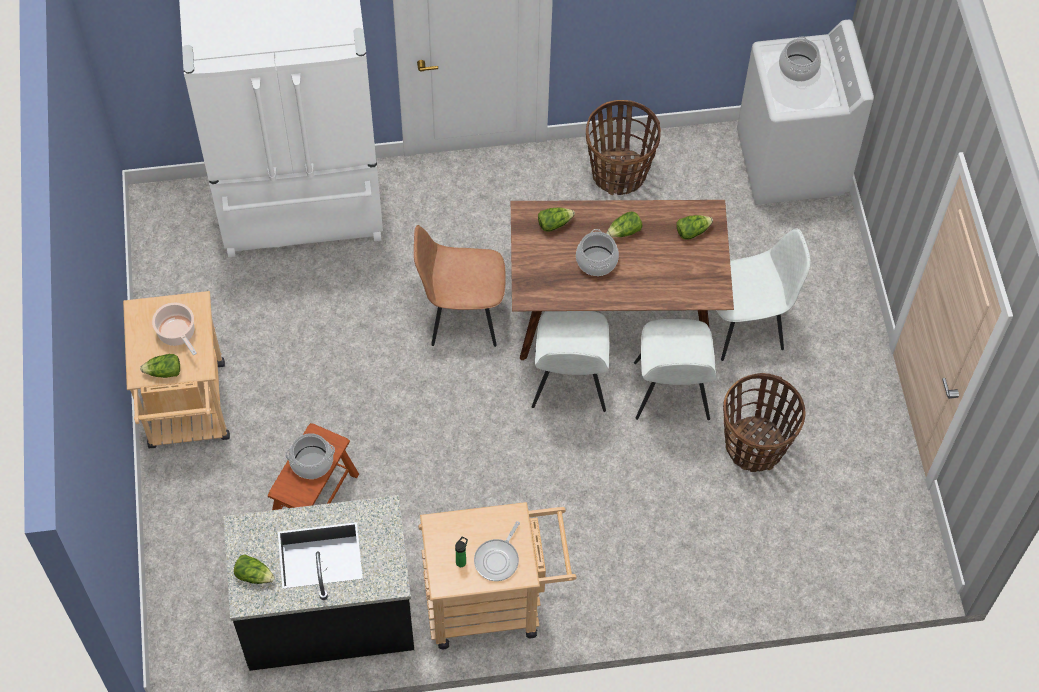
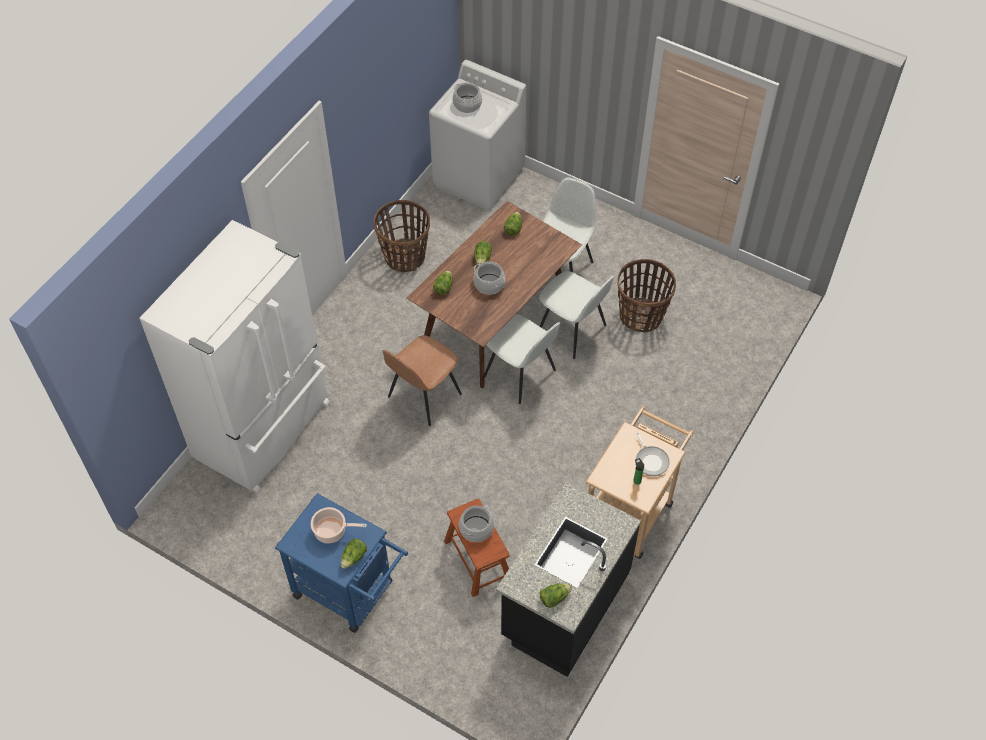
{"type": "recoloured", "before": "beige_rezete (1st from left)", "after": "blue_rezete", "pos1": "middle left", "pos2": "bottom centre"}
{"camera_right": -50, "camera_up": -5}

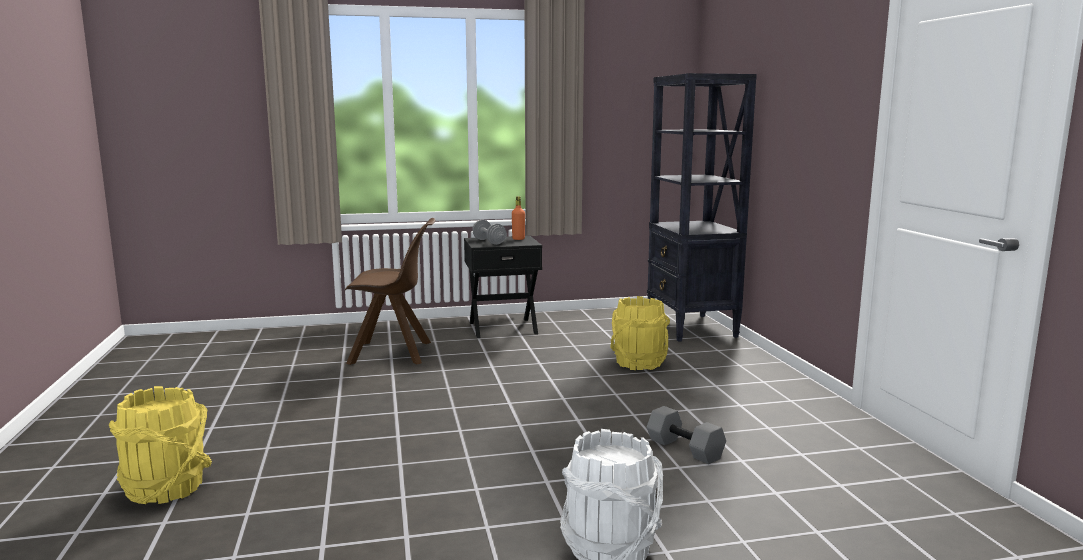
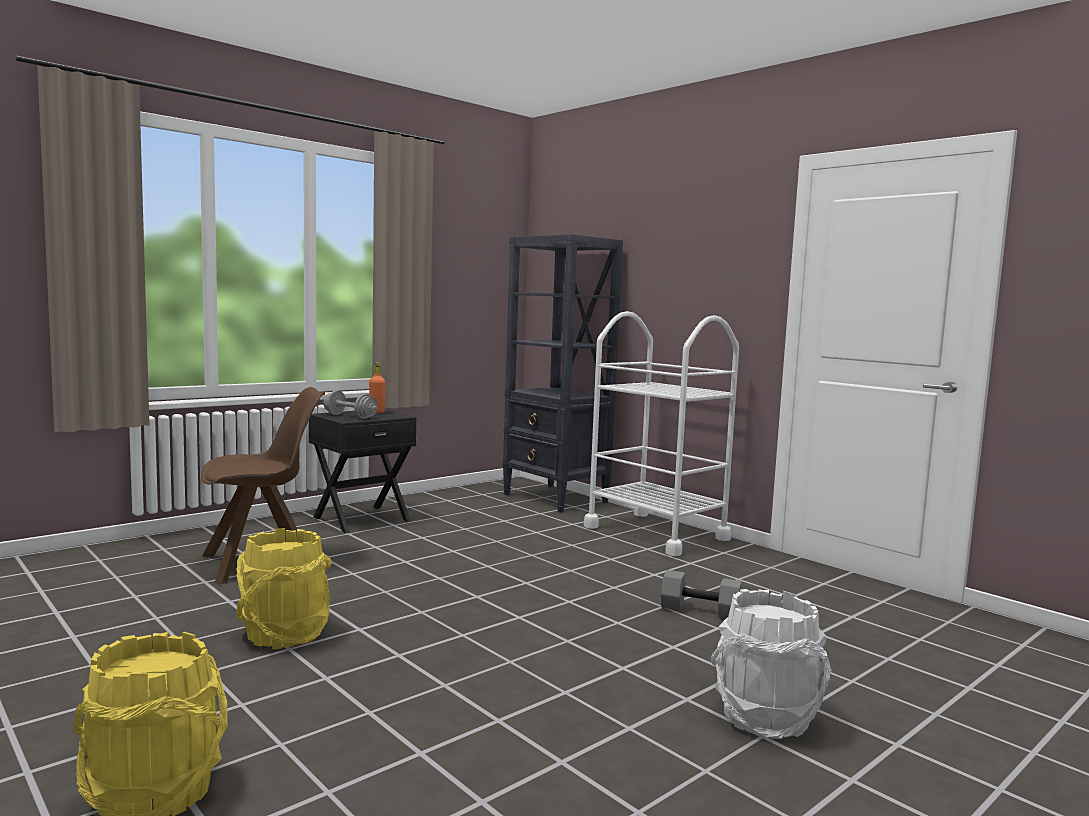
{"type": "moved", "before": "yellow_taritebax (2nd from left)", "pos1": "centre", "pos2": "bottom left"}
{"type": "added", "after": "white_rezete", "pos2": "centre"}
{"camera_right": -30, "camera_up": -5}

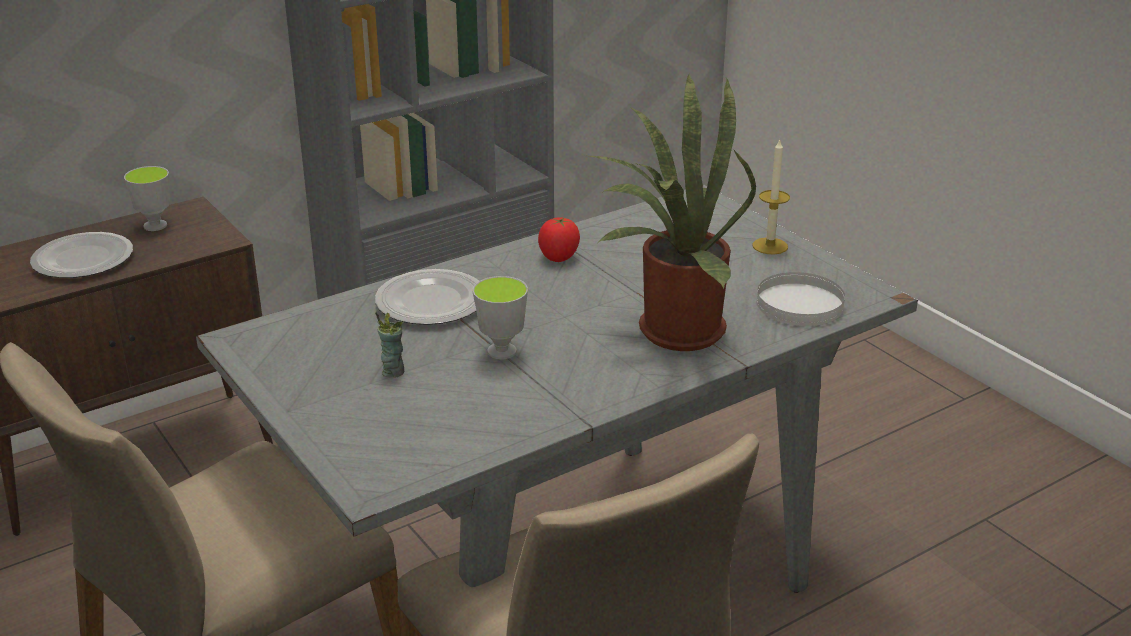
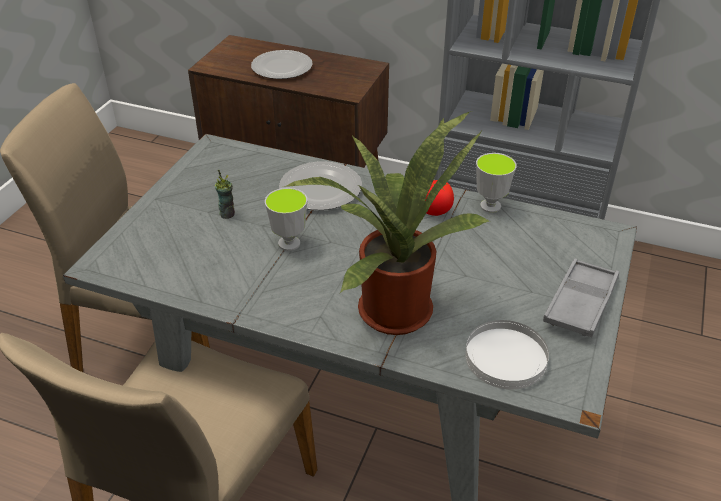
{"type": "moved", "before": "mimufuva (1st from left in the first image)", "after": "mimufuva (3rd from left)", "pos1": "top left", "pos2": "middle right"}
{"type": "replaced", "before": "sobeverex", "after": "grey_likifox", "pos1": "top right", "pos2": "middle right"}
{"camera_right": 55, "camera_up": 10}

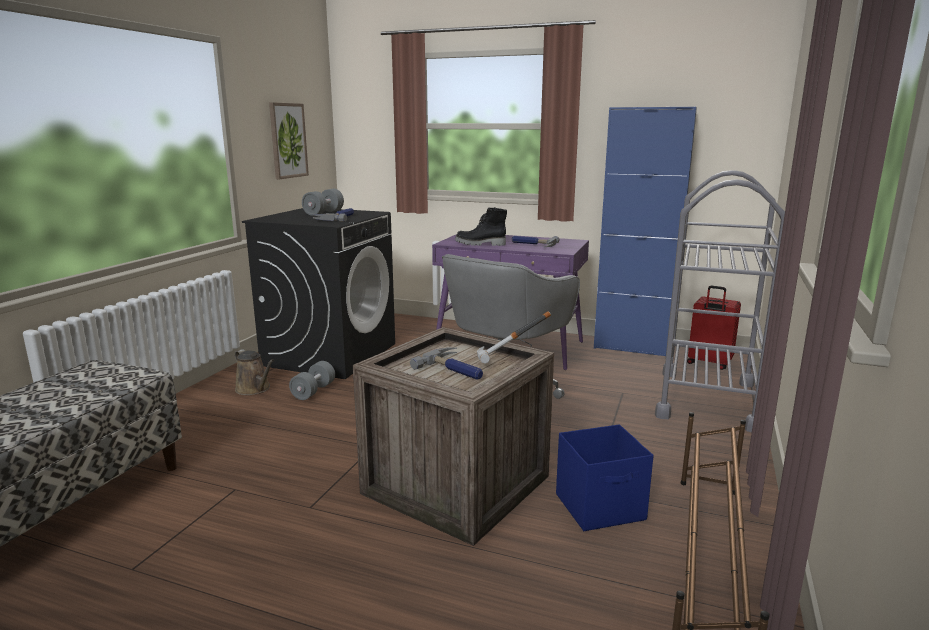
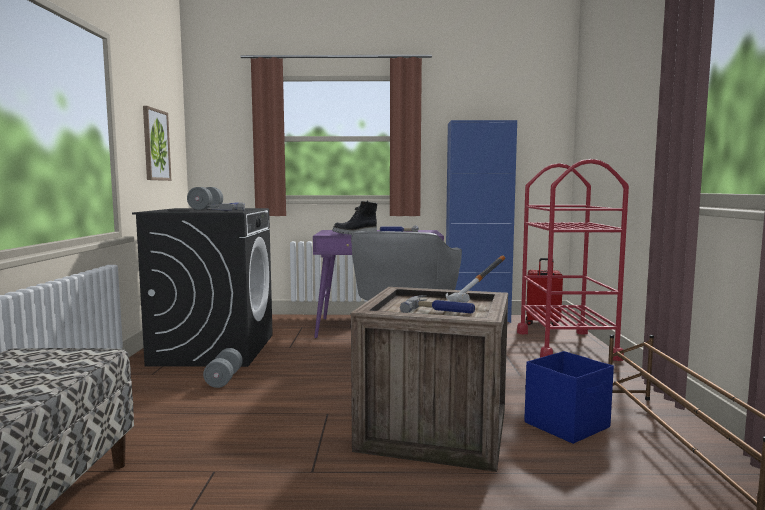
{"type": "removed", "before": "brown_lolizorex", "pos1": "middle left"}
{"type": "recoloured", "before": "grey_rezete", "after": "red_rezete", "pos1": "middle right", "pos2": "middle right"}
{"camera_right": -20, "camera_up": -10}

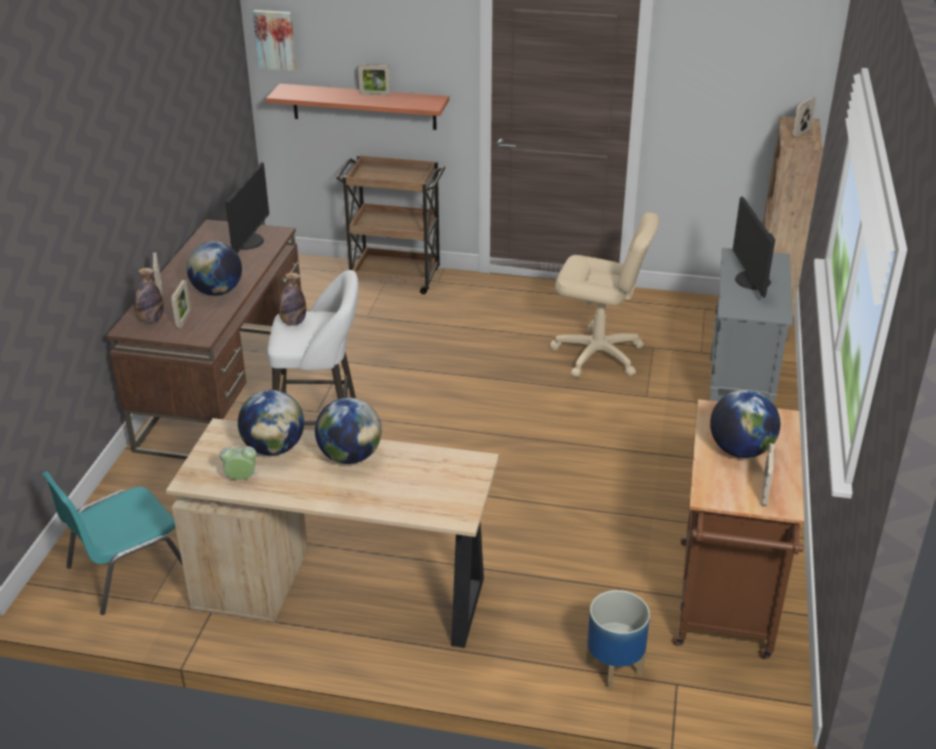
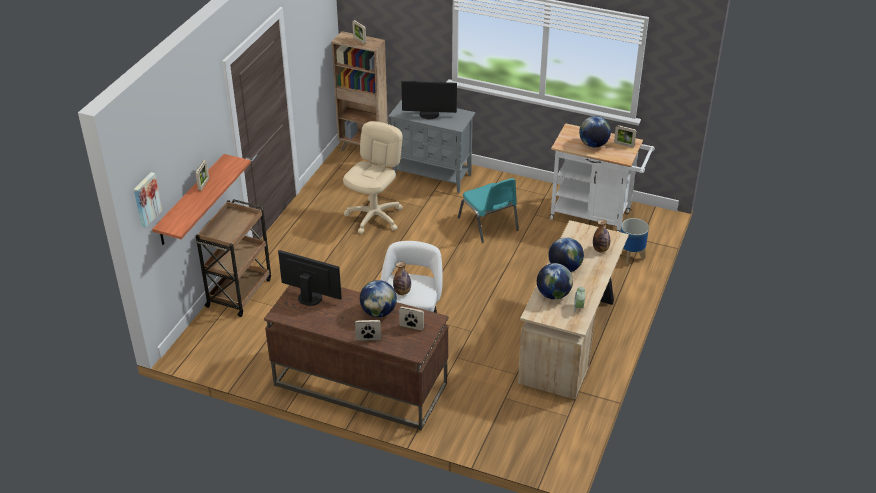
{"type": "moved", "before": "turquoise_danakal", "pos1": "bottom left", "pos2": "centre"}
{"type": "moved", "before": "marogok (1st from left in the first image)", "after": "marogok (2nd from left)", "pos1": "middle left", "pos2": "middle right"}
{"type": "recoloured", "before": "brown_rezete (2nd from left)", "after": "white_rezete", "pos1": "bottom right", "pos2": "middle right"}
{"camera_right": -80, "camera_up": 5}

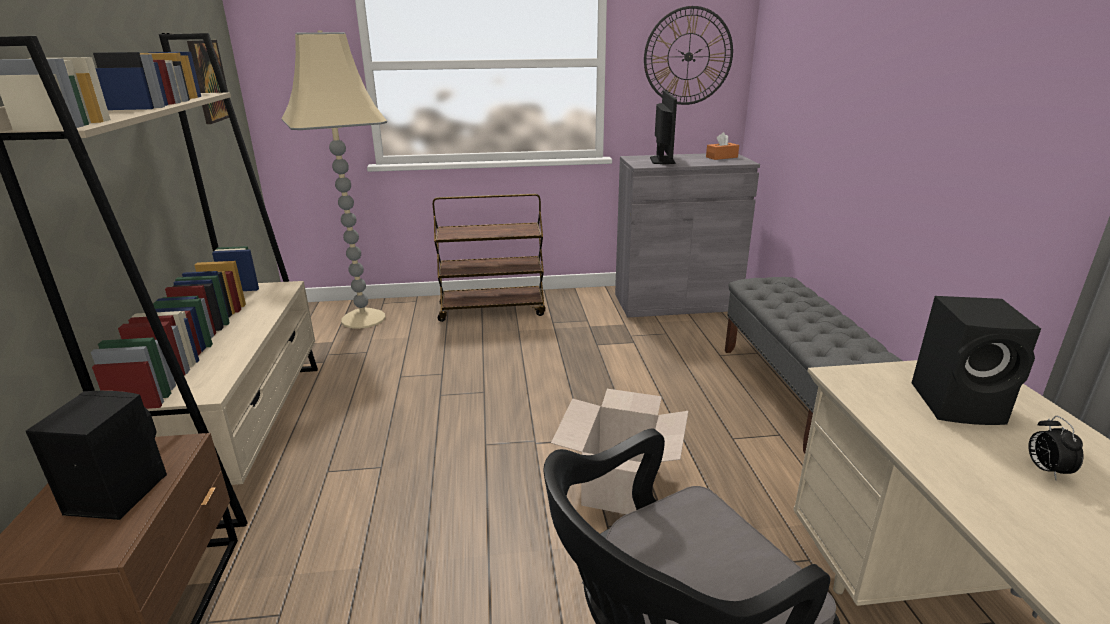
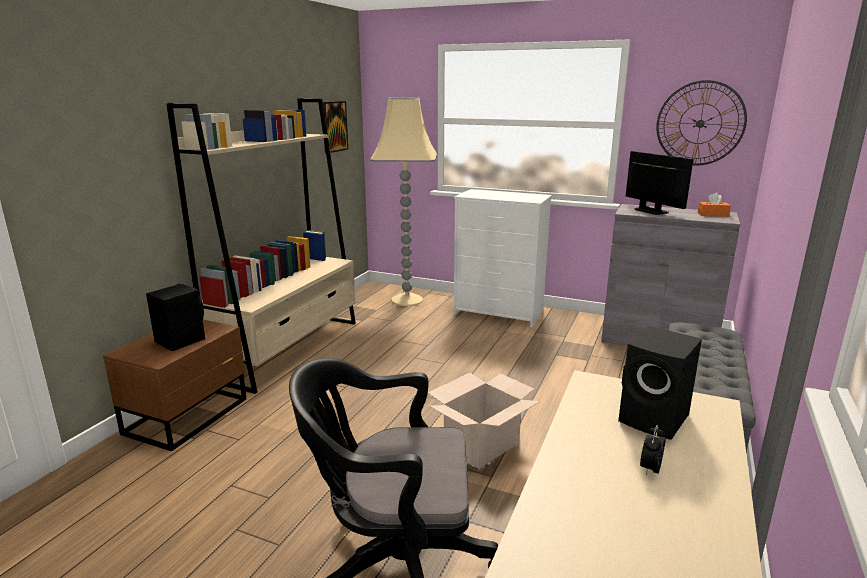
{"type": "replaced", "before": "brown_rezete", "after": "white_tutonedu", "pos1": "centre", "pos2": "centre"}
{"type": "turned", "before": "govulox", "pos1": "top centre", "pos2": "top right", "turn": -60}
{"camera_right": 30, "camera_up": -5}

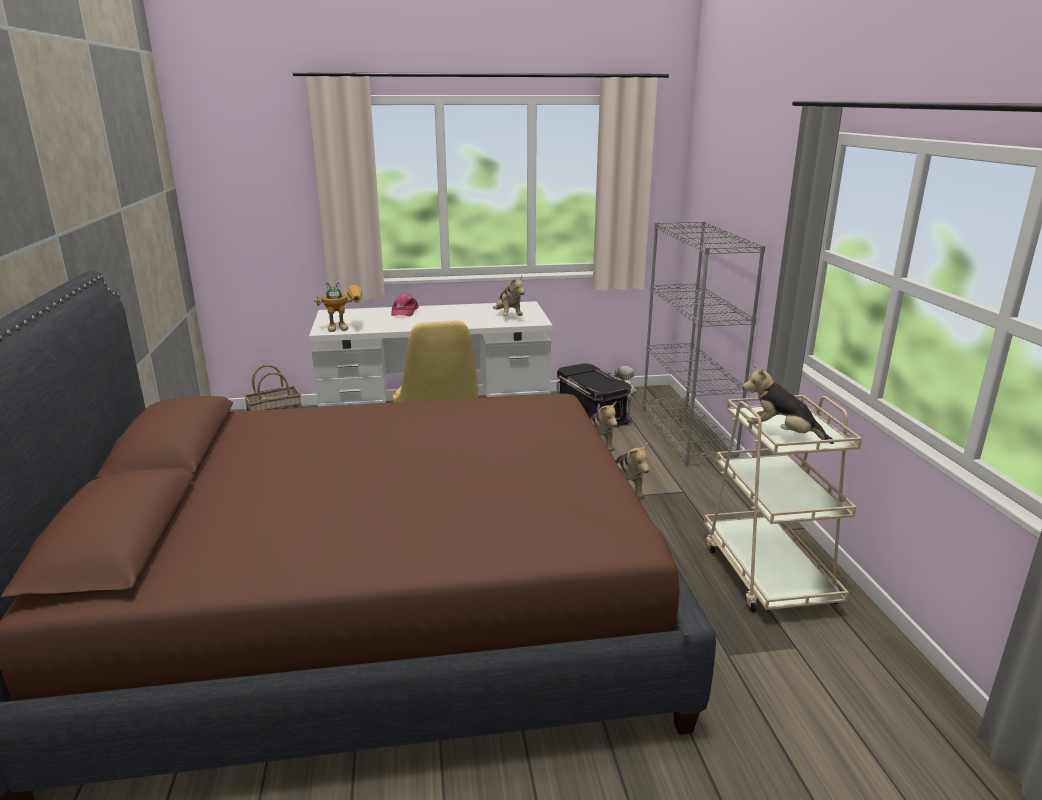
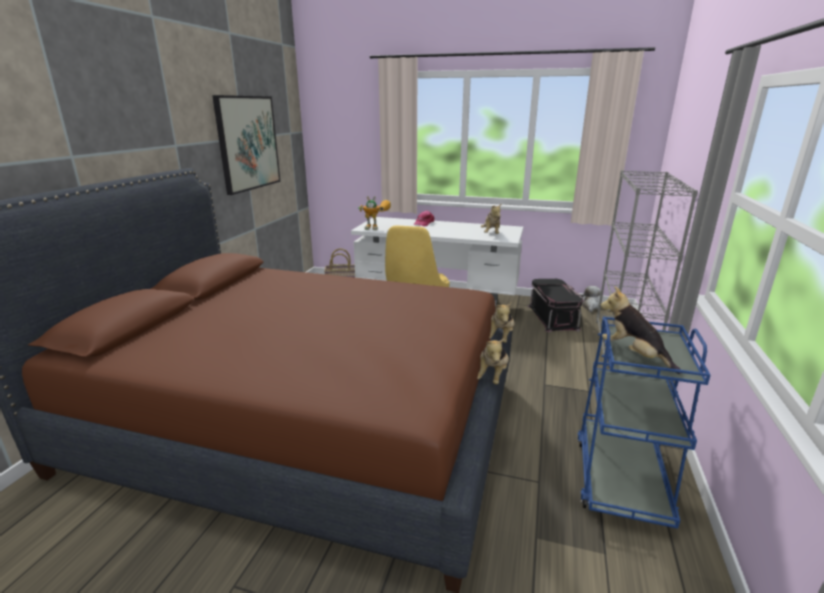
{"type": "recoloured", "before": "beige_rezete", "after": "blue_rezete", "pos1": "middle right", "pos2": "bottom right"}
{"type": "added", "after": "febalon", "pos2": "top left"}
{"camera_right": 25, "camera_up": 0}

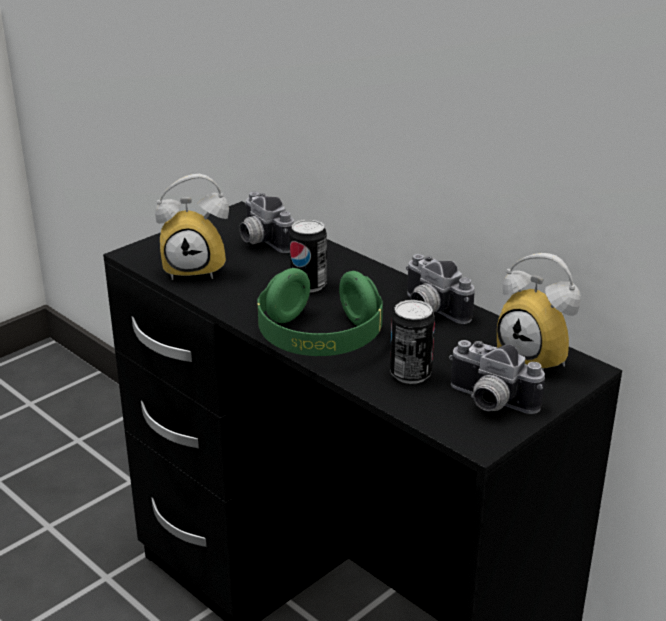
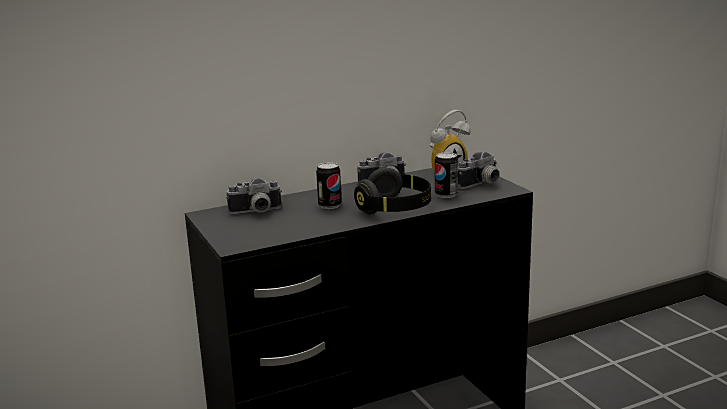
{"type": "removed", "before": "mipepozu (1st from left)", "pos1": "middle left"}
{"type": "recoloured", "before": "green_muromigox", "after": "black_muromigox", "pos1": "centre", "pos2": "centre"}
{"camera_right": -70, "camera_up": -10}

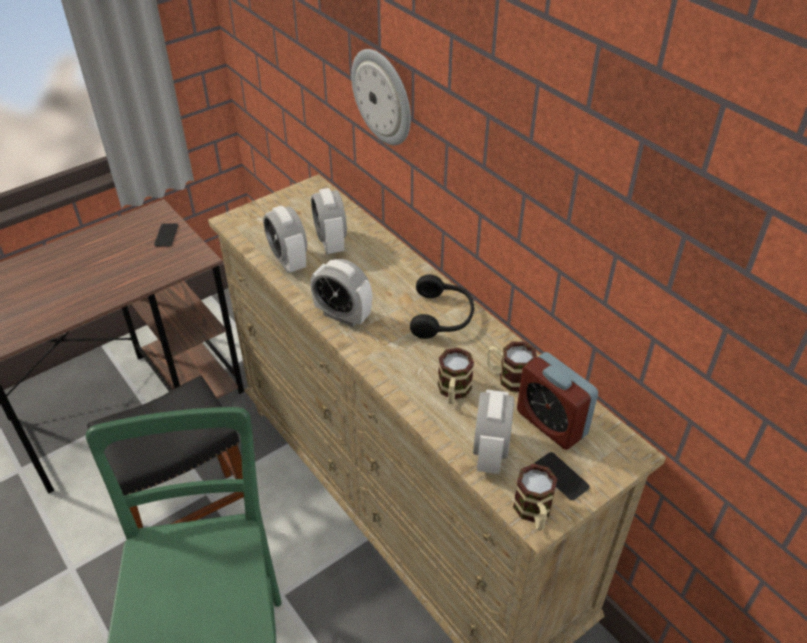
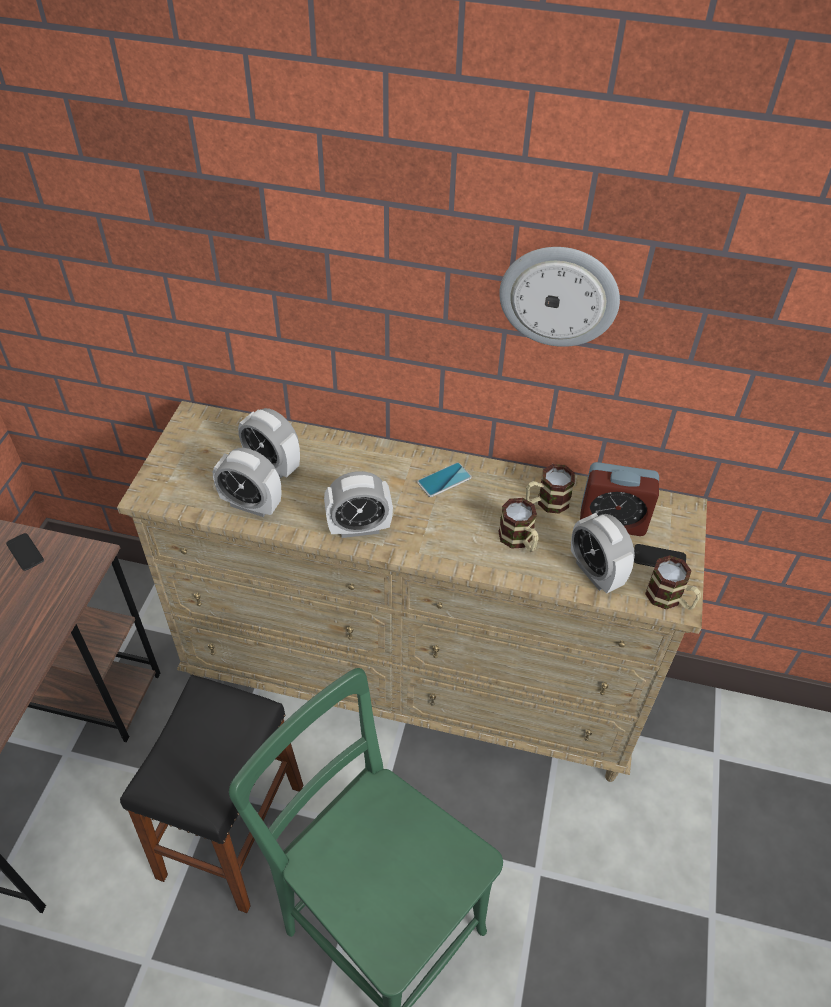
{"type": "moved", "before": "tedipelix", "pos1": "top centre", "pos2": "top right"}
{"type": "replaced", "before": "black_muromigox", "after": "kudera (2nd from left)", "pos1": "centre", "pos2": "centre"}
{"camera_right": -40, "camera_up": 5}

